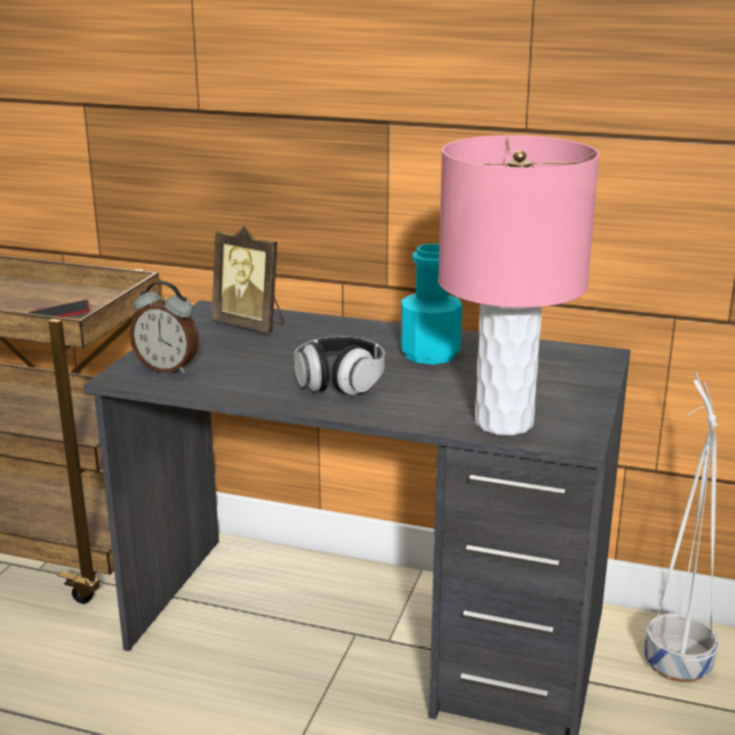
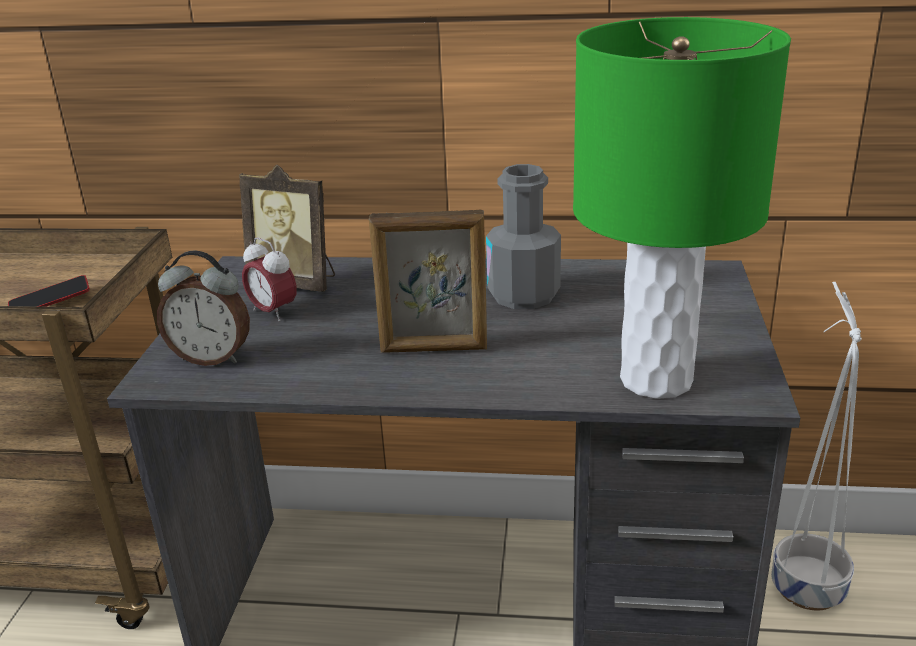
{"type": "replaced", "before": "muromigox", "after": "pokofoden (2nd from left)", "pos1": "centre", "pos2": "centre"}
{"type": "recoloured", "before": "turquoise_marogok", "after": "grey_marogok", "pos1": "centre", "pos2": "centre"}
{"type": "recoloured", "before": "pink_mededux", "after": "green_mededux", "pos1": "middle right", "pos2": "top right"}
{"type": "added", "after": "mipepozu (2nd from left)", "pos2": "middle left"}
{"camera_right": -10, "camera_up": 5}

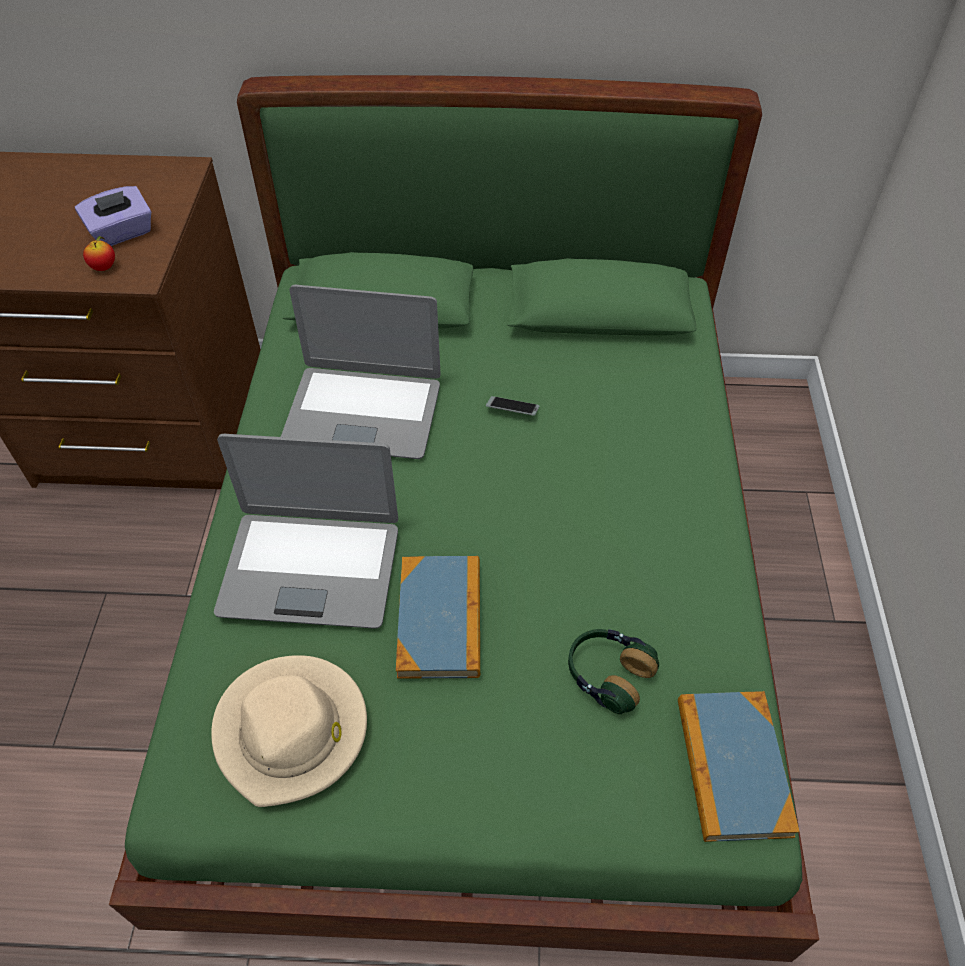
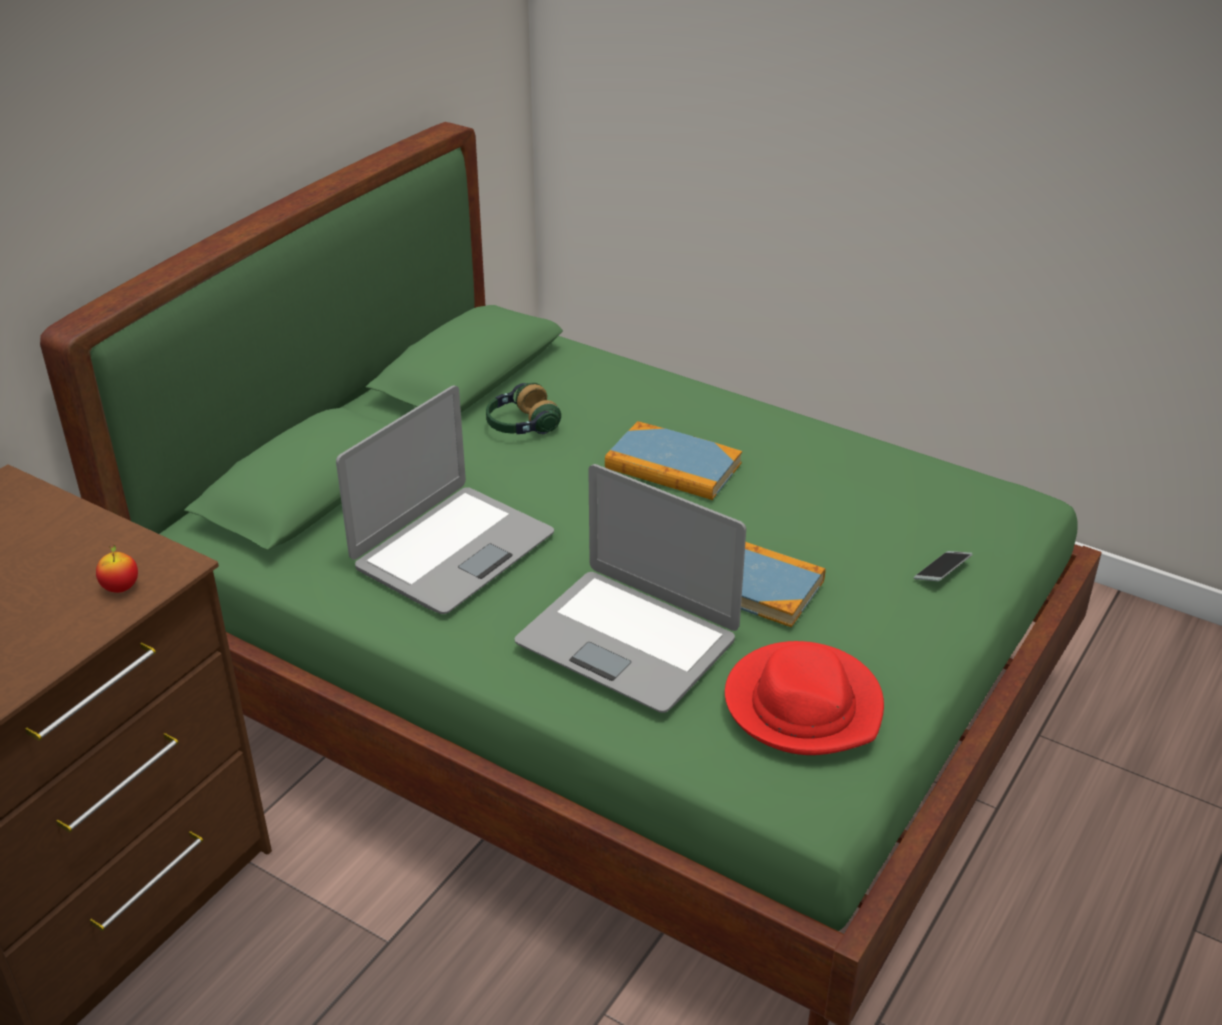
{"type": "removed", "before": "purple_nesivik", "pos1": "top left"}
{"type": "recoloured", "before": "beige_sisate", "after": "red_sisate", "pos1": "bottom left", "pos2": "bottom centre"}
{"type": "turned", "before": "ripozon (1st from left in the first image)", "pos1": "middle left", "pos2": "centre", "turn": 90}
{"type": "moved", "before": "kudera", "pos1": "centre", "pos2": "middle right"}
{"type": "moved", "before": "muromigox", "pos1": "bottom centre", "pos2": "centre"}
{"type": "moved", "before": "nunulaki (2nd from left in the first image)", "after": "nunulaki (1st from left)", "pos1": "bottom right", "pos2": "centre"}
{"camera_right": -60, "camera_up": -15}

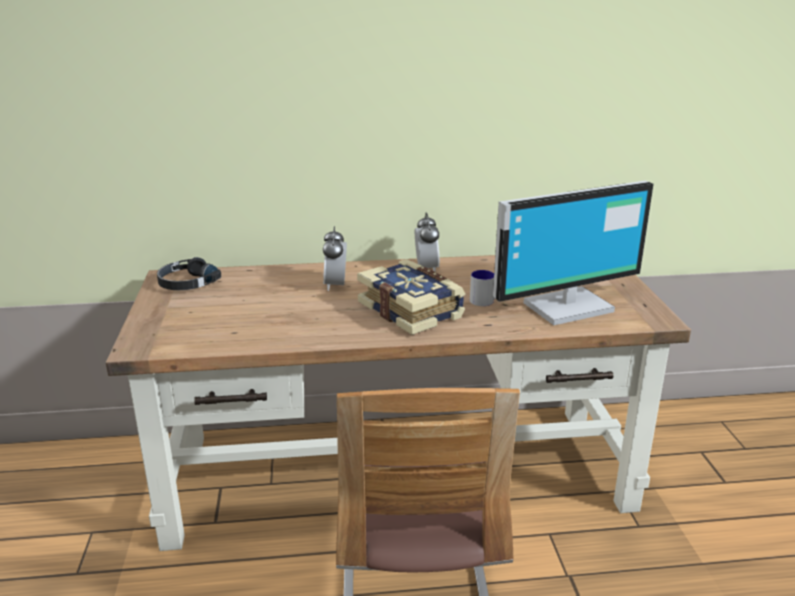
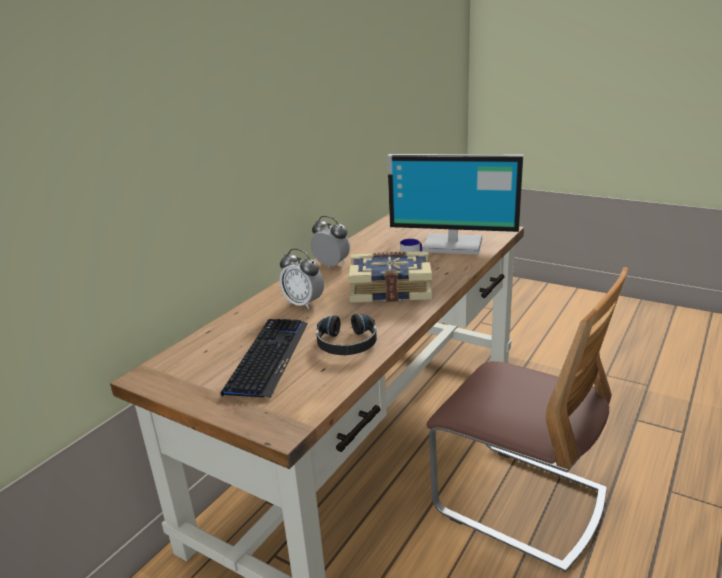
{"type": "moved", "before": "black_muromigox", "pos1": "middle left", "pos2": "centre"}
{"type": "turned", "before": "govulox", "pos1": "middle right", "pos2": "centre", "turn": 90}
{"type": "added", "after": "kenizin", "pos2": "centre"}
{"camera_right": -50, "camera_up": 0}

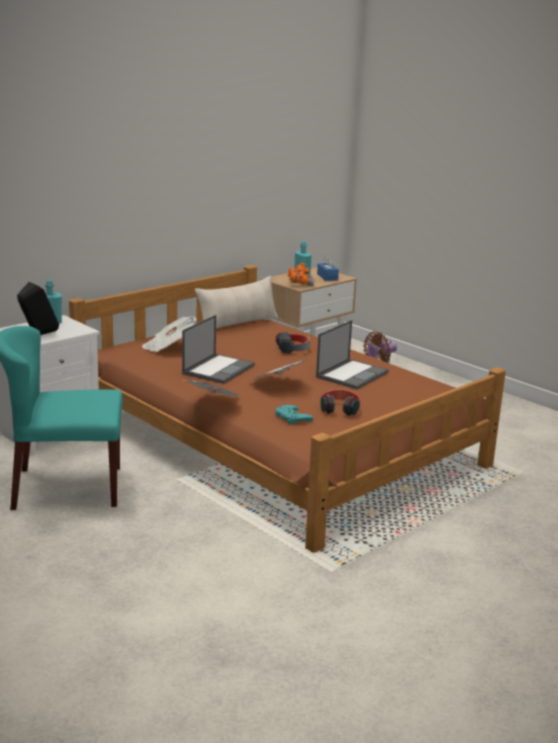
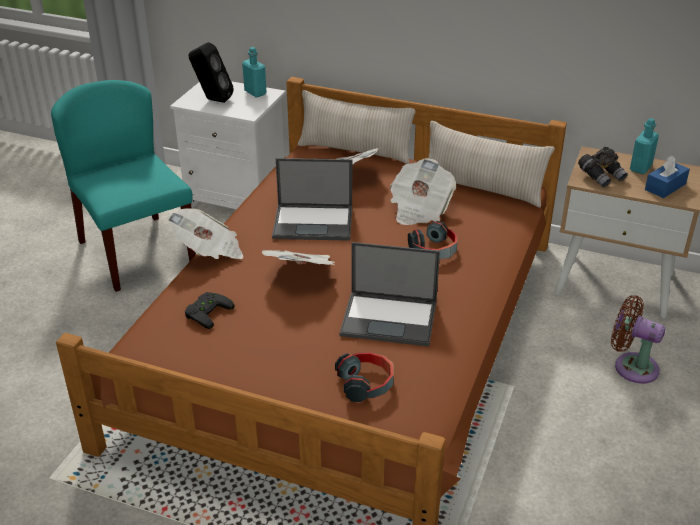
{"type": "recoloured", "before": "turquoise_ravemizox", "after": "black_ravemizox", "pos1": "centre", "pos2": "middle left"}
{"type": "recoloured", "before": "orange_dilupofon", "after": "grey_dilupofon", "pos1": "centre", "pos2": "top right"}
{"type": "moved", "before": "muromigox (2nd from left in the first image)", "after": "muromigox (1st from left)", "pos1": "centre", "pos2": "bottom centre"}
{"type": "added", "after": "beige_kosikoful (1st from left)", "pos2": "top centre"}
{"type": "added", "after": "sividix (4th from left)", "pos2": "centre"}
{"camera_right": 65, "camera_up": 15}

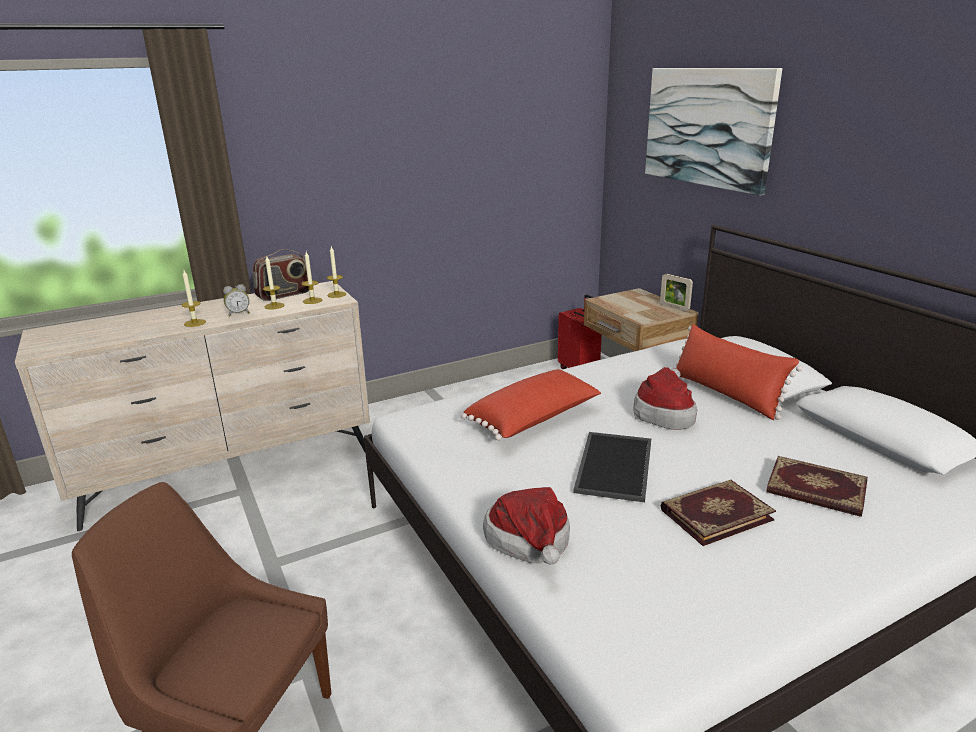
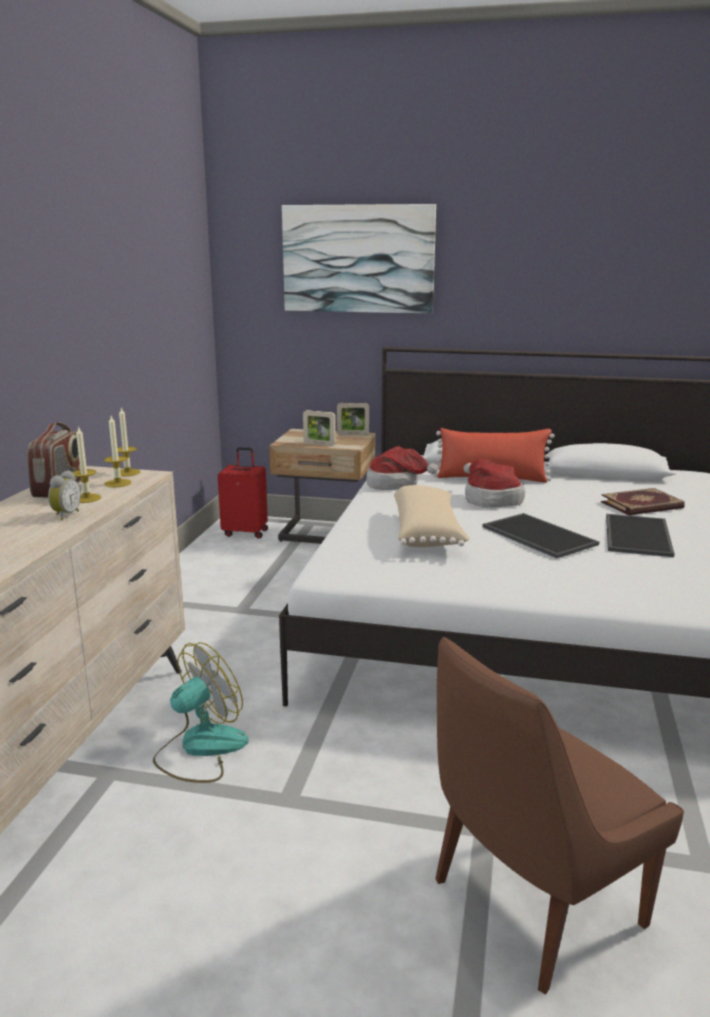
{"type": "removed", "before": "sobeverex (1st from left)", "pos1": "middle left"}
{"type": "recoloured", "before": "red_kosikoful (1st from left)", "after": "beige_kosikoful", "pos1": "centre", "pos2": "centre"}
{"type": "moved", "before": "sisate (1st from left)", "pos1": "bottom centre", "pos2": "centre"}
{"type": "replaced", "before": "nunulaki (1st from left)", "after": "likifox (2nd from left)", "pos1": "bottom right", "pos2": "middle right"}
{"type": "added", "after": "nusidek", "pos2": "bottom left"}
{"type": "added", "after": "pokofoden (1st from left)", "pos2": "centre"}
{"camera_right": -50, "camera_up": -5}

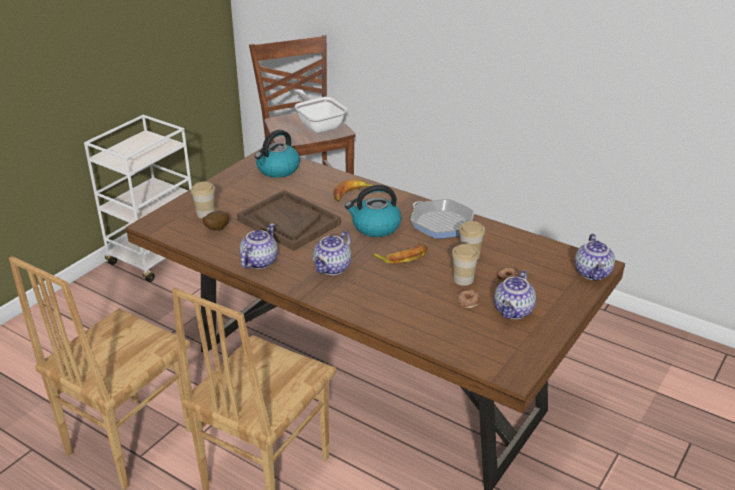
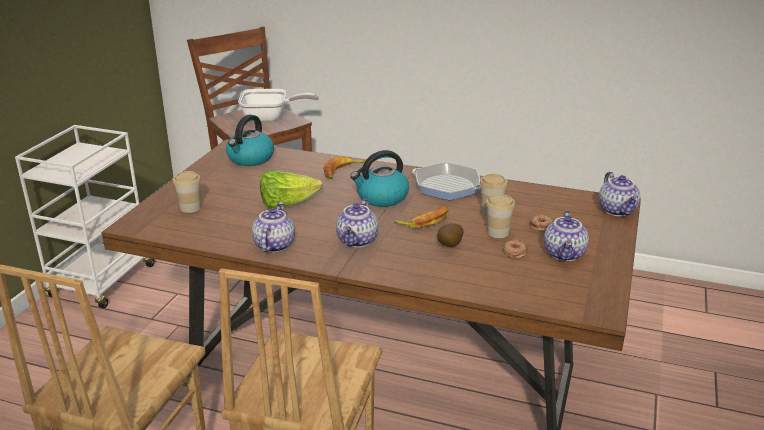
{"type": "moved", "before": "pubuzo", "pos1": "middle left", "pos2": "centre"}
{"type": "replaced", "before": "brown_likifox", "after": "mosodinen", "pos1": "centre", "pos2": "centre"}
{"type": "turned", "before": "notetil (1st from left)", "pos1": "top centre", "pos2": "top centre", "turn": 135}
{"camera_right": -15, "camera_up": -5}

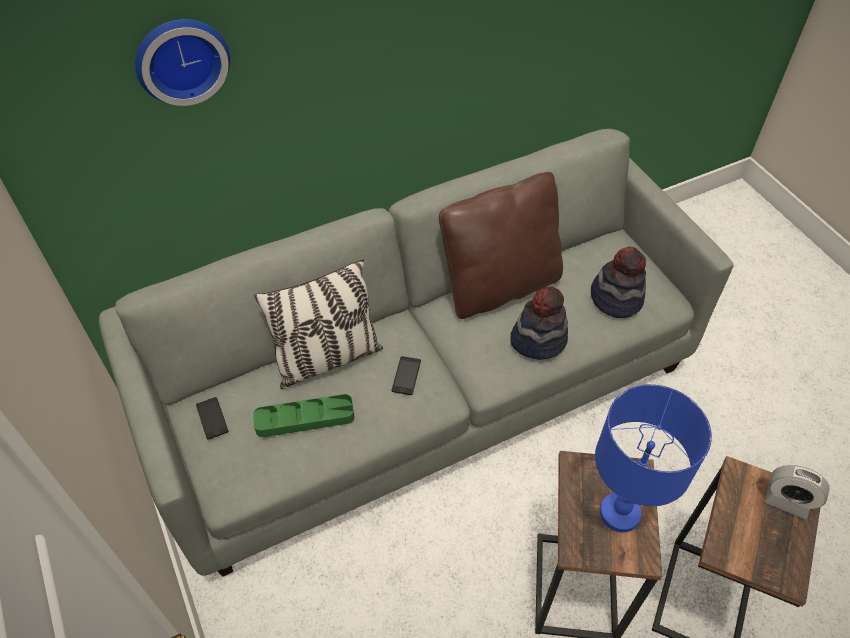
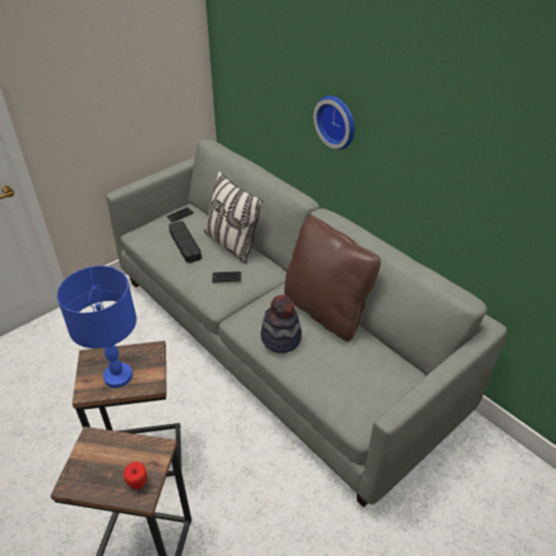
{"type": "moved", "before": "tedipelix", "pos1": "top left", "pos2": "top centre"}
{"type": "recoloured", "before": "green_likifox", "after": "black_likifox", "pos1": "centre", "pos2": "middle left"}
{"type": "removed", "before": "sisate (2nd from left)", "pos1": "middle right"}
{"type": "replaced", "before": "mipepozu", "after": "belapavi", "pos1": "bottom right", "pos2": "bottom left"}
{"camera_right": 75, "camera_up": -10}

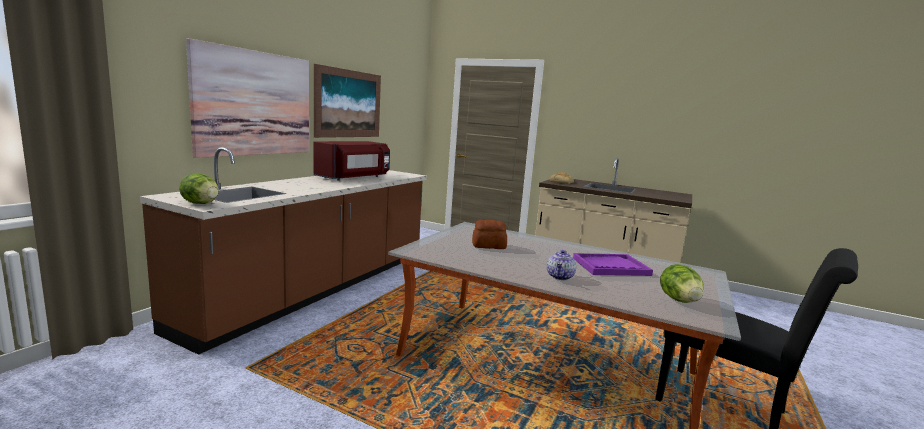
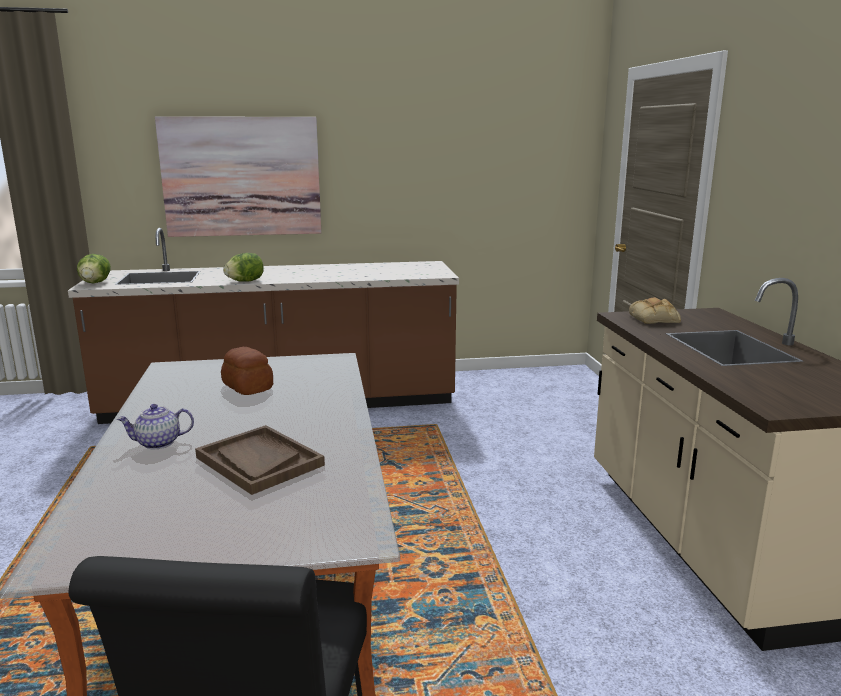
{"type": "removed", "before": "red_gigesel", "pos1": "centre"}
{"type": "removed", "before": "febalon (2nd from left)", "pos1": "top centre"}
{"type": "recoloured", "before": "purple_likifox", "after": "brown_likifox", "pos1": "centre", "pos2": "middle left"}
{"type": "moved", "before": "mosodinen (2nd from left)", "pos1": "middle right", "pos2": "middle left"}
{"camera_right": 55, "camera_up": 5}

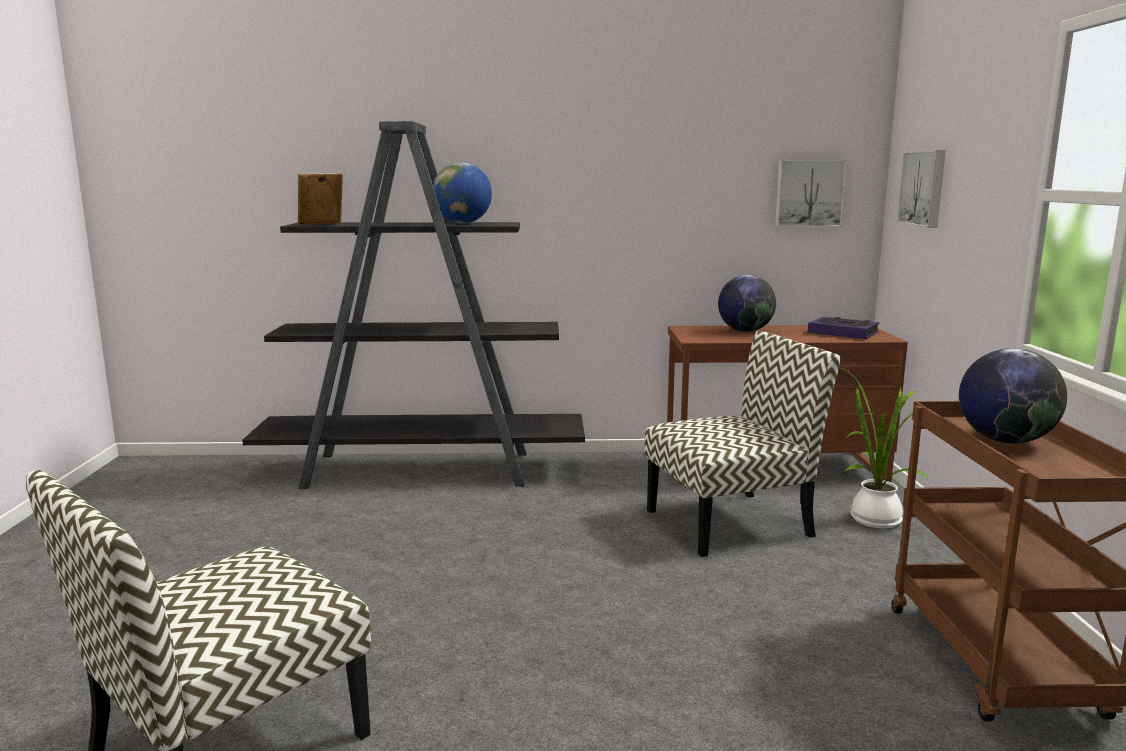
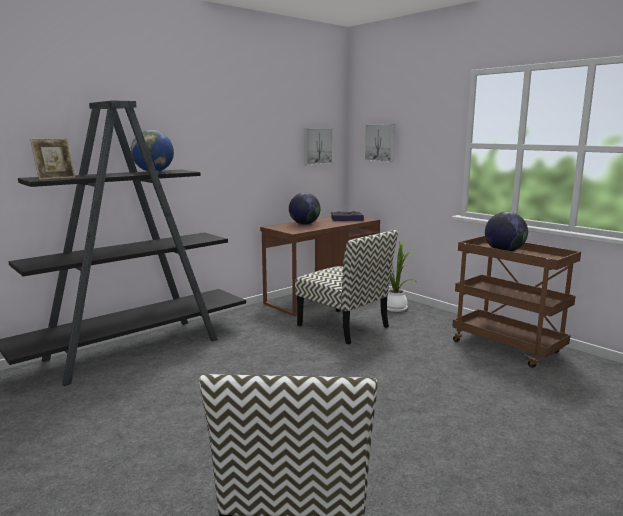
{"type": "turned", "before": "pokofoden", "pos1": "top left", "pos2": "top left", "turn": -150}
{"type": "turned", "before": "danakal (2nd from left)", "pos1": "centre", "pos2": "centre", "turn": 105}
{"camera_right": -40, "camera_up": 0}

